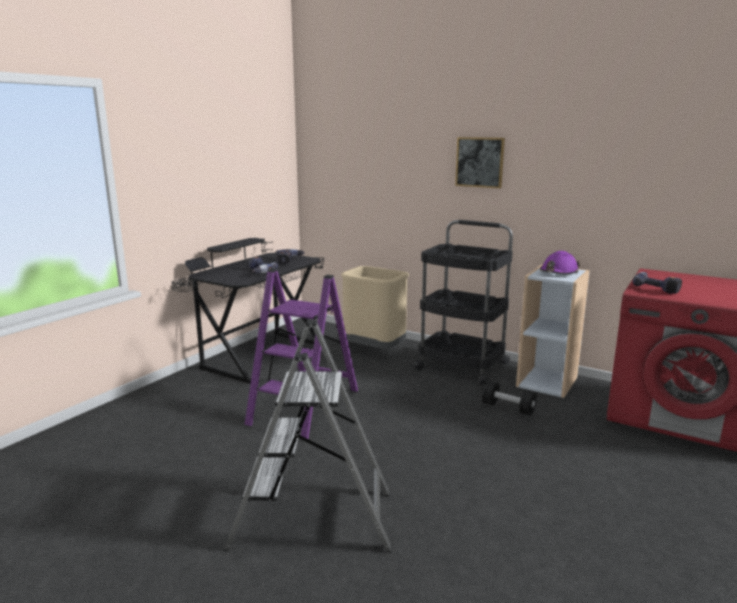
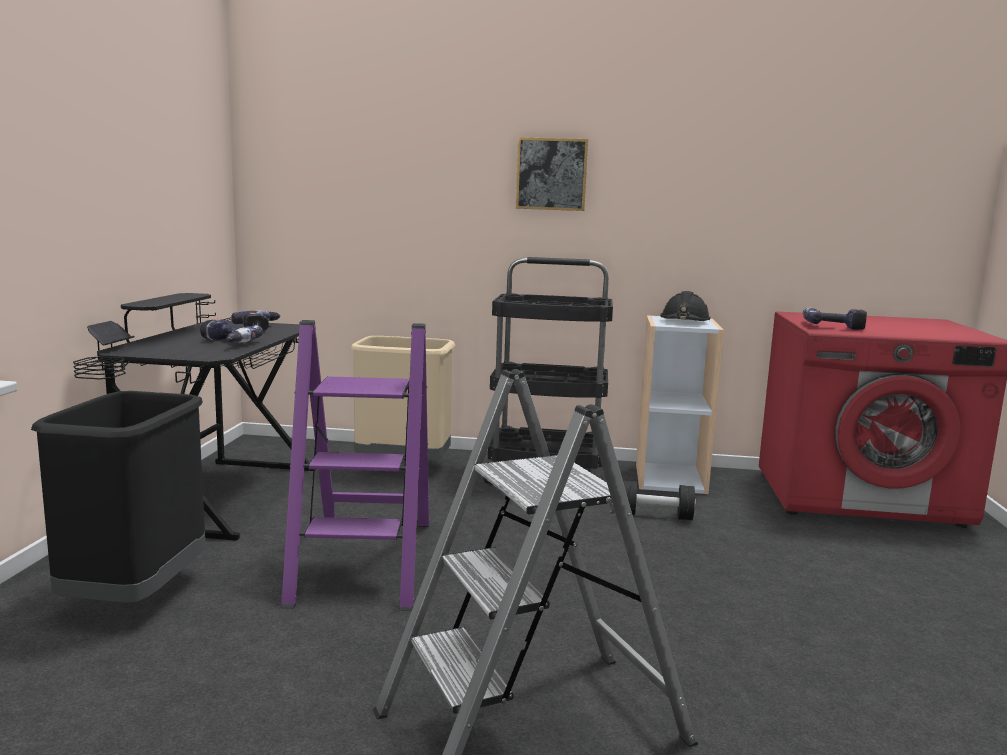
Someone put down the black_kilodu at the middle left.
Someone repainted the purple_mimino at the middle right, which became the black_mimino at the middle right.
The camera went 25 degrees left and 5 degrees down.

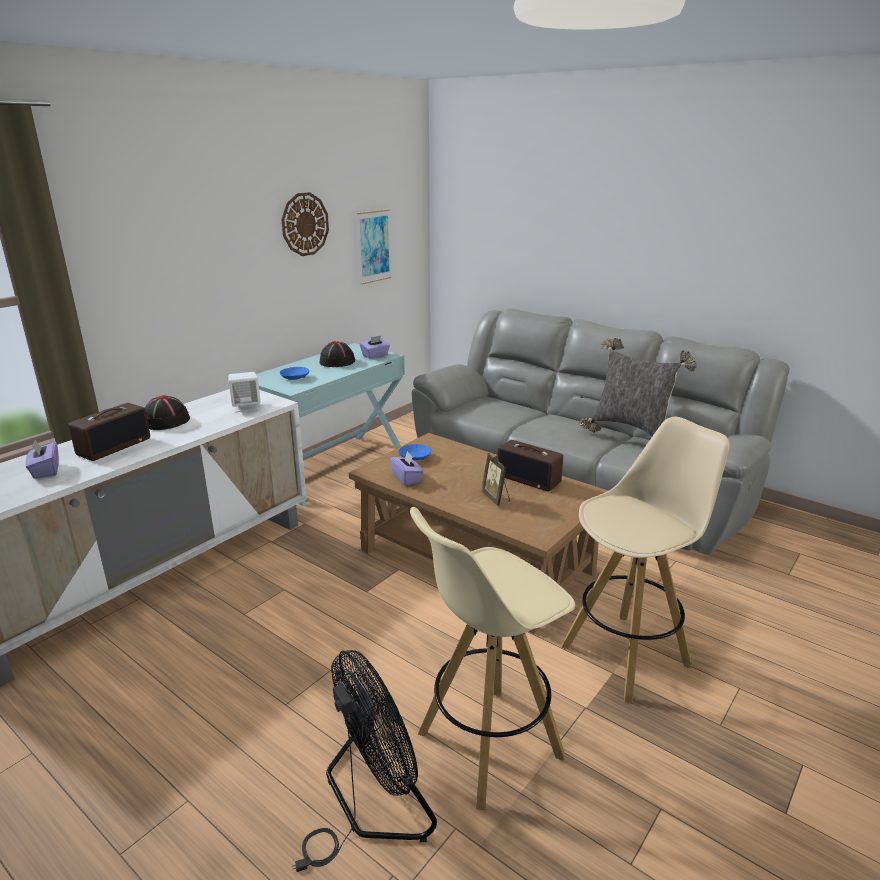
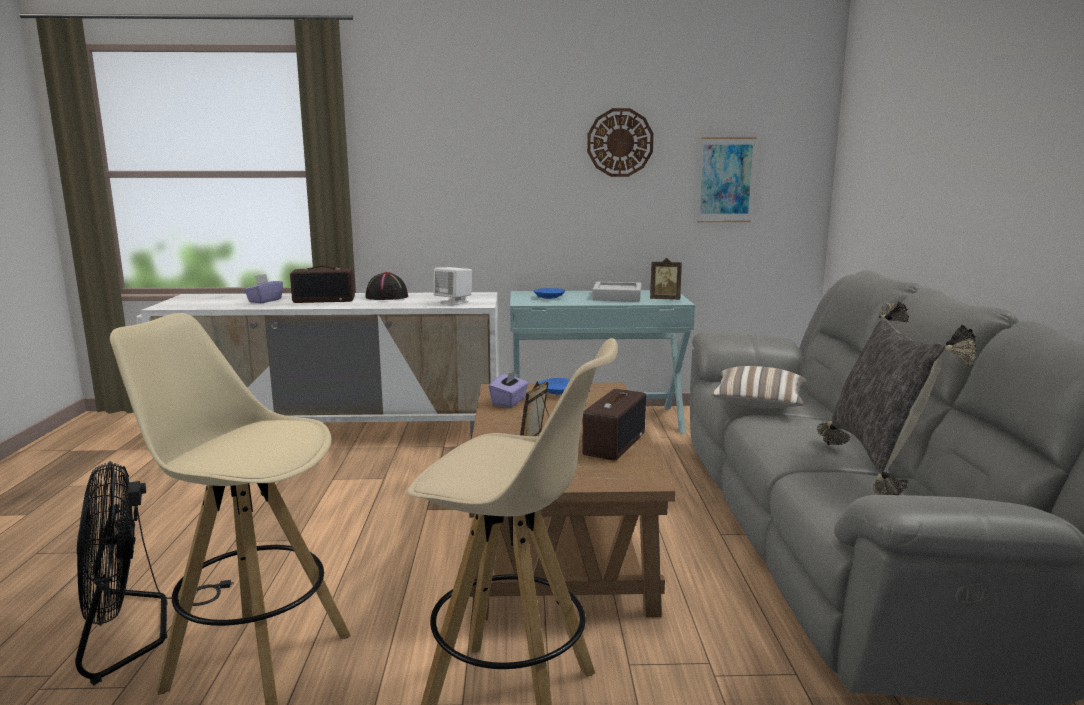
Someone put down the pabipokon (no. 1 from left) at the middle right.
Someone swapped the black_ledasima (no. 2 from left) at the centre for the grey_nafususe at the centre.
Someone swapped the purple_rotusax (no. 2 from left) at the centre for the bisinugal (no. 2 from left) at the centre.
Someone rotated the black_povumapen at the bottom centre by 135 degrees clockwise.
Someone rotated the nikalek (no. 2 from left) at the centre by 150 degrees counterclockwise.
The camera went 50 degrees right and 10 degrees down.

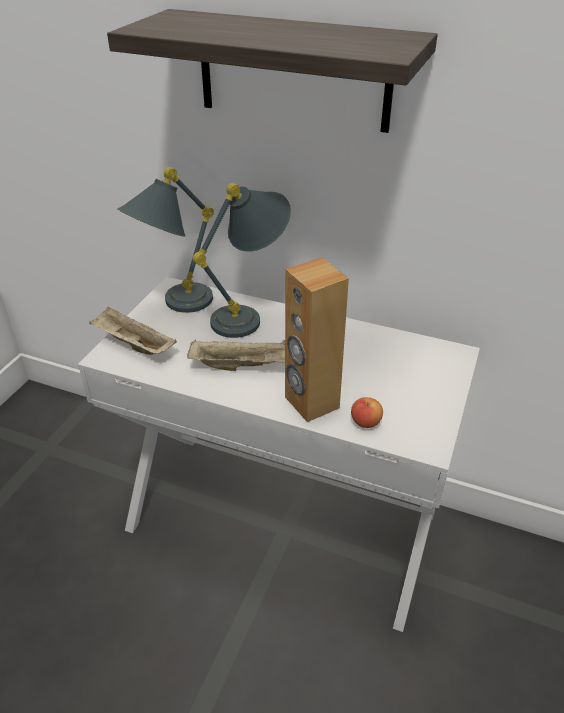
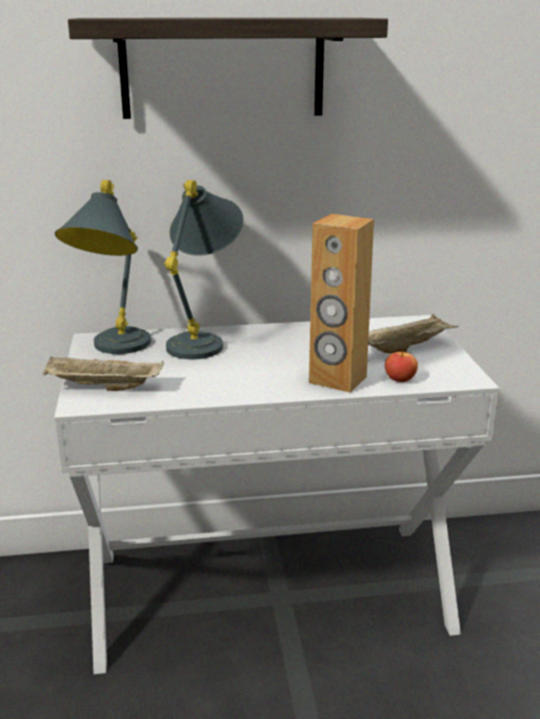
Someone carried the beige_nafususe (no. 2 from left) from the centre to the middle right.
The camera went 30 degrees left and 15 degrees down.

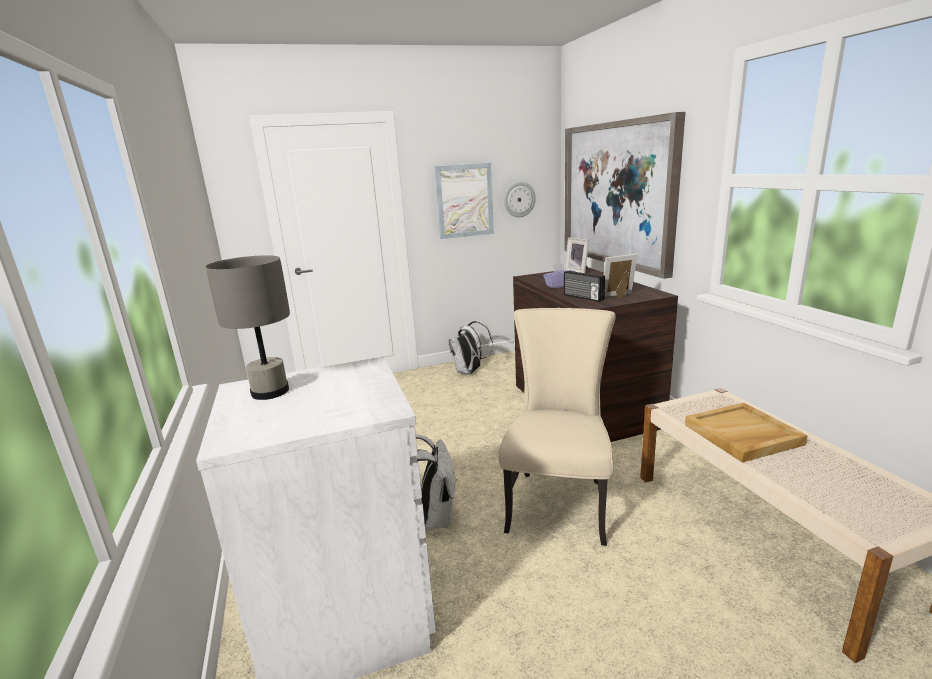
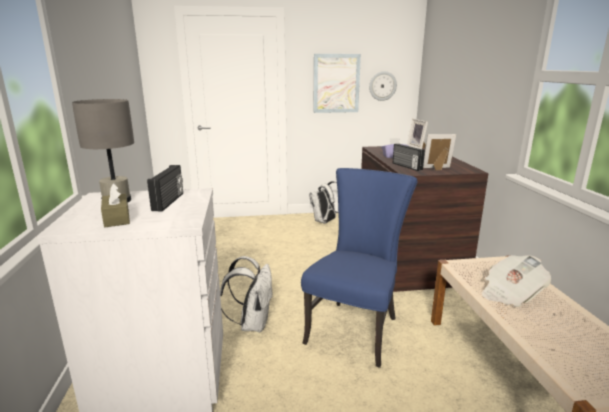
Someone took away the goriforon (no. 2 from left) at the top right.
Someone put down the brown_rotusax at the middle left.
Someone put down the nikalek (no. 1 from left) at the middle left.
Someone swapped the beige_nafususe at the middle right for the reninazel at the bottom right.
Someone repainted the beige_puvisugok at the centre, which became the blue_puvisugok at the centre.
The camera went 10 degrees right and 0 degrees up.

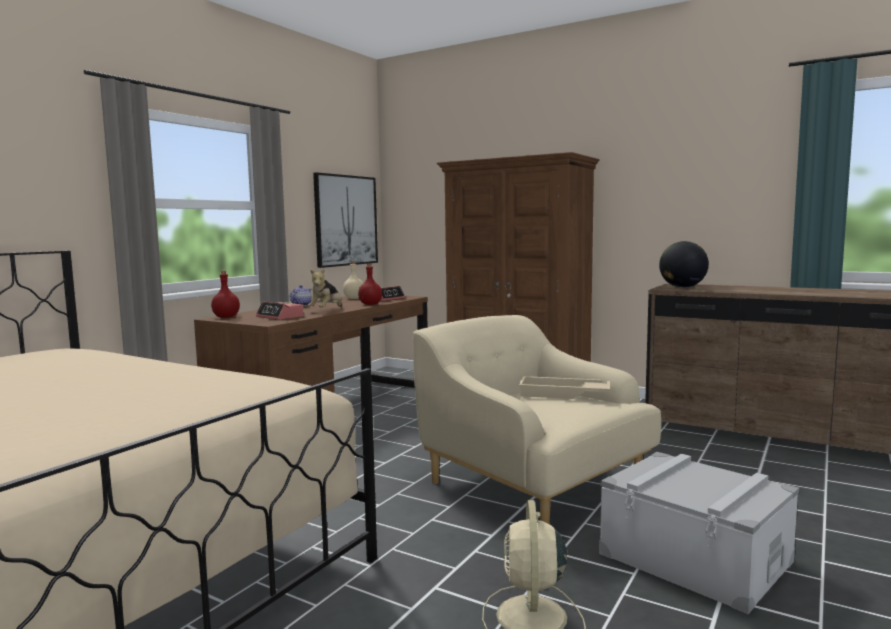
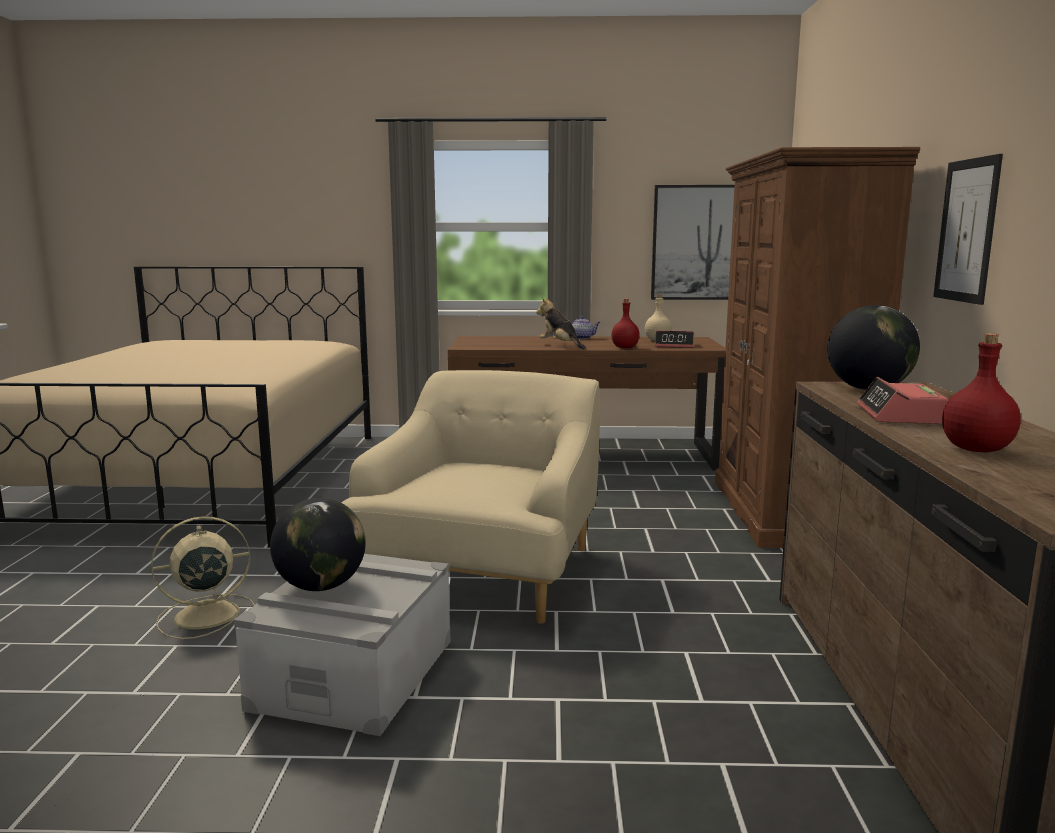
Someone took away the beige_nafususe at the centre.
Someone put down the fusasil (no. 1 from left) at the middle left.
Someone put up the goriforon (no. 2 from left) at the top right.
Someone carried the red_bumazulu (no. 1 from left in the first image) from the middle left to the middle right.
Someone carried the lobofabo (no. 1 from left in the first image) from the middle left to the middle right.
Someone rotated the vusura at the centre by 60 degrees clockwise.
The camera went 60 degrees right and 5 degrees up.

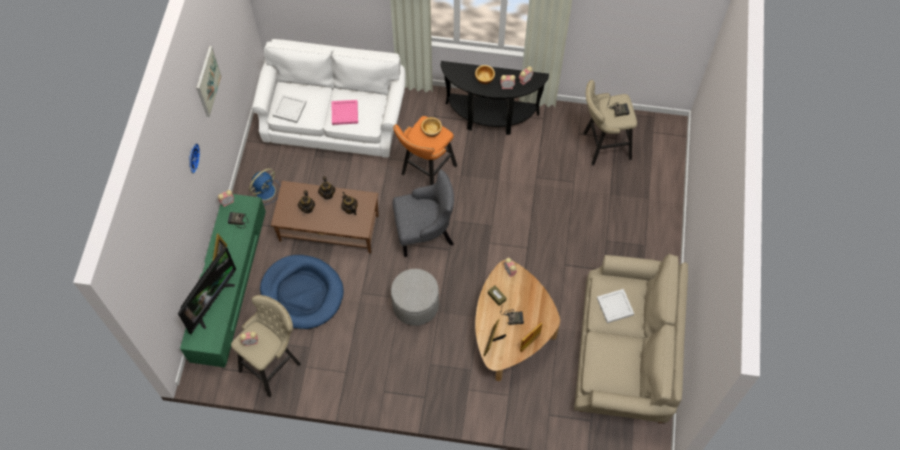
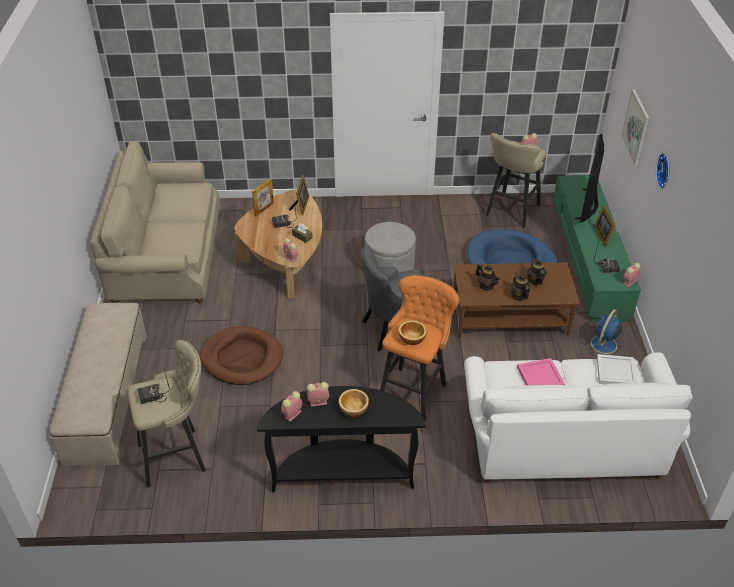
Someone took away the white_nafususe (no. 2 from left) at the bottom right.
Someone put down the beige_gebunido at the middle left.
Someone put down the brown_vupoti at the middle left.
Someone carried the goriforon from the top left to the top right.
The camera went 170 degrees right and 20 degrees down.

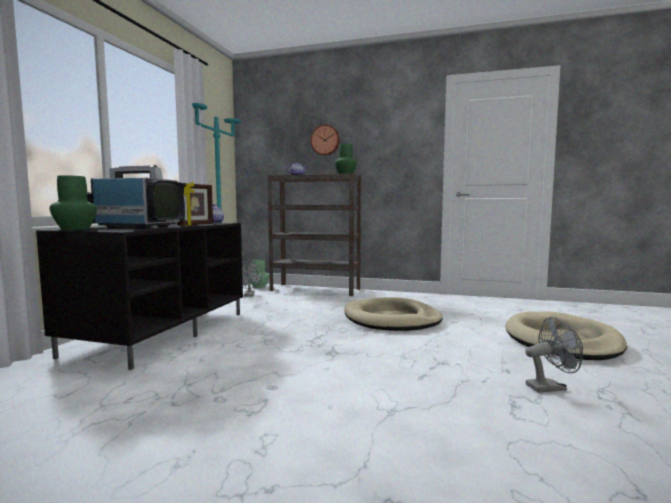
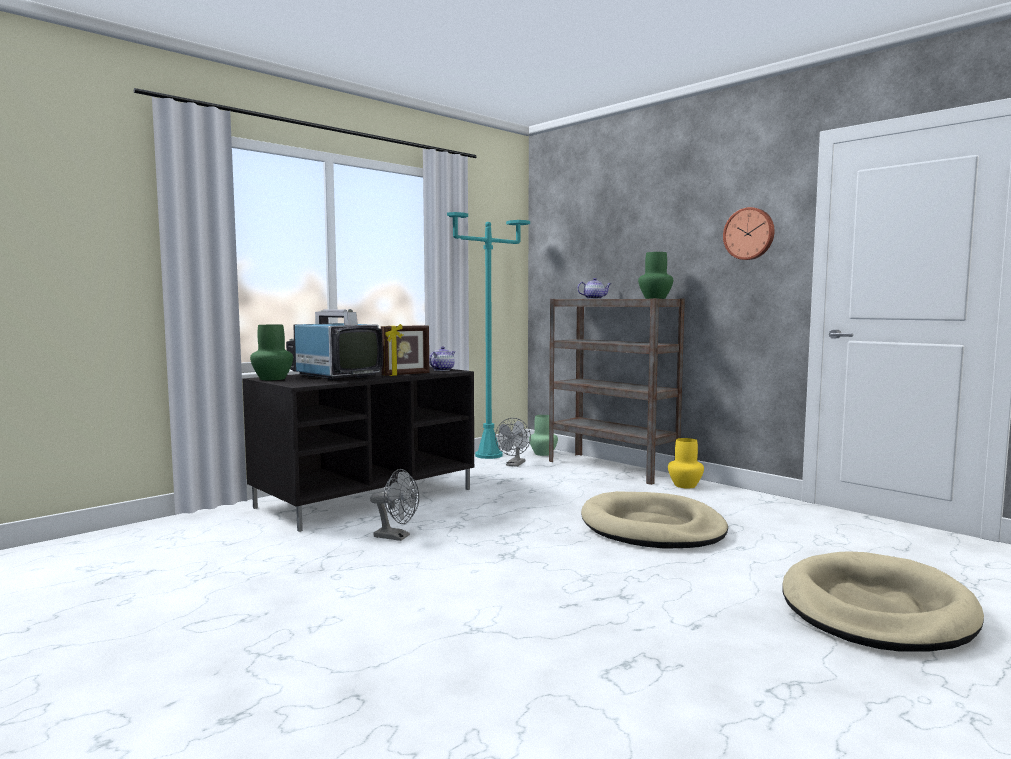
Someone put down the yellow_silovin at the middle right.
Someone carried the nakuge from the top centre to the top right.
Someone carried the grey_povumapen (no. 2 from left in the first image) from the bottom right to the centre.
The camera went 30 degrees right and 0 degrees up.

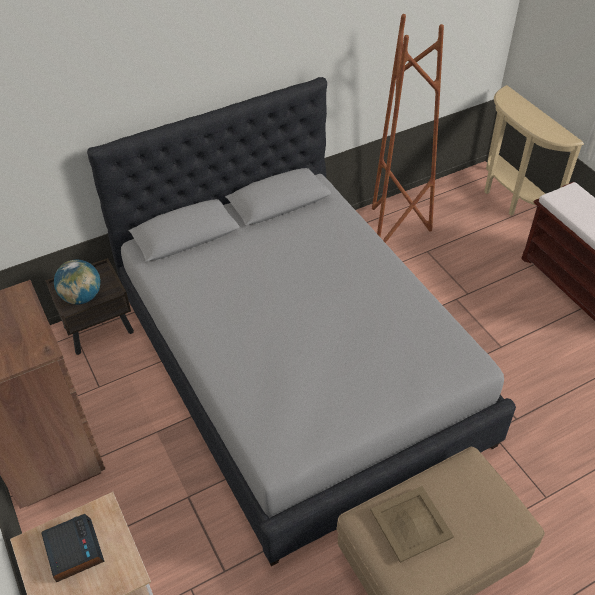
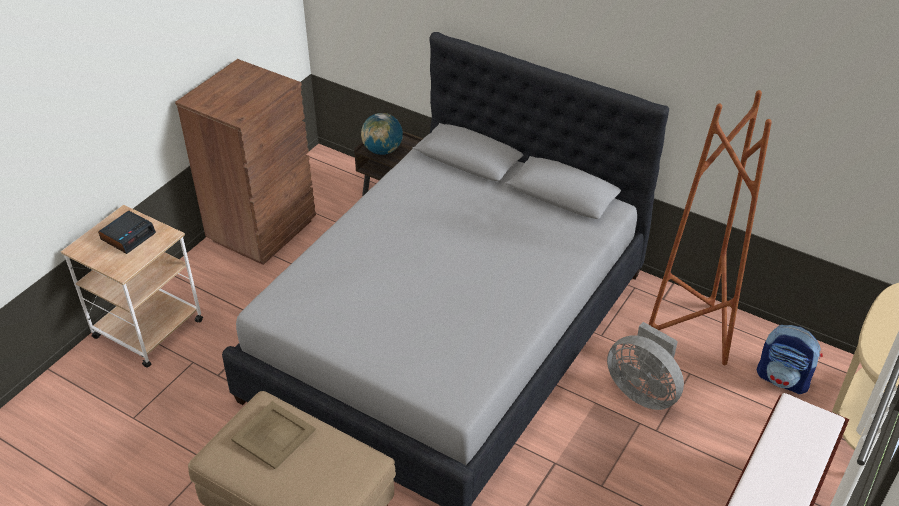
Someone put down the grey_povumapen at the bottom right.
Someone put down the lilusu at the bottom right.
The camera went 60 degrees right and 5 degrees down.

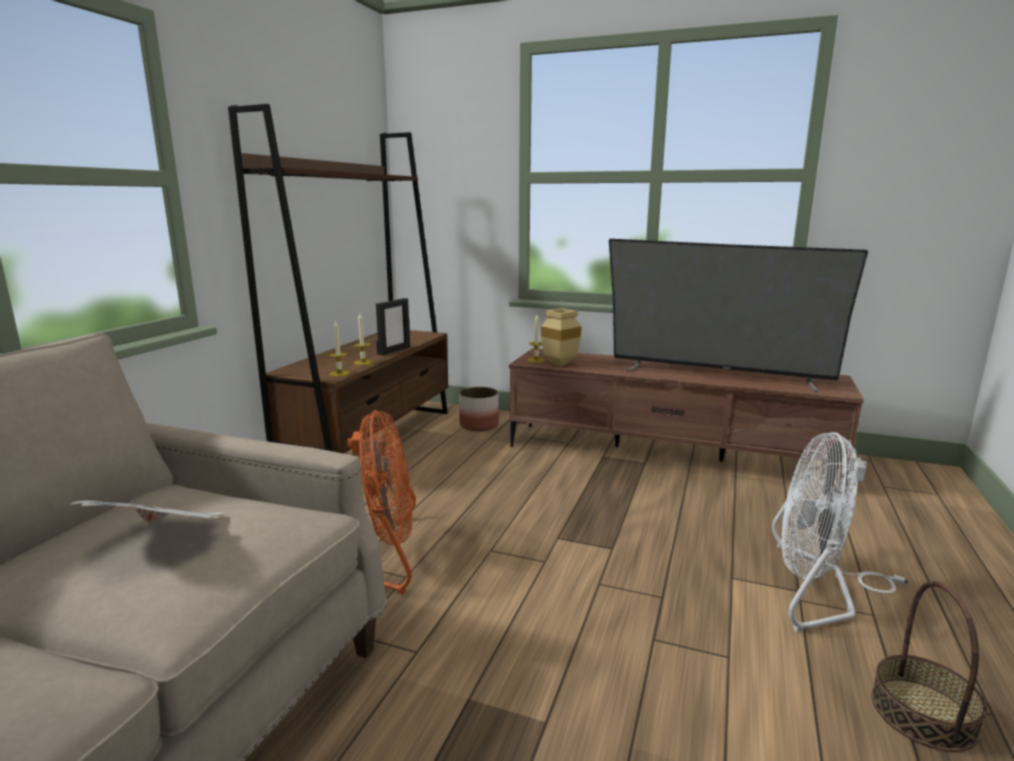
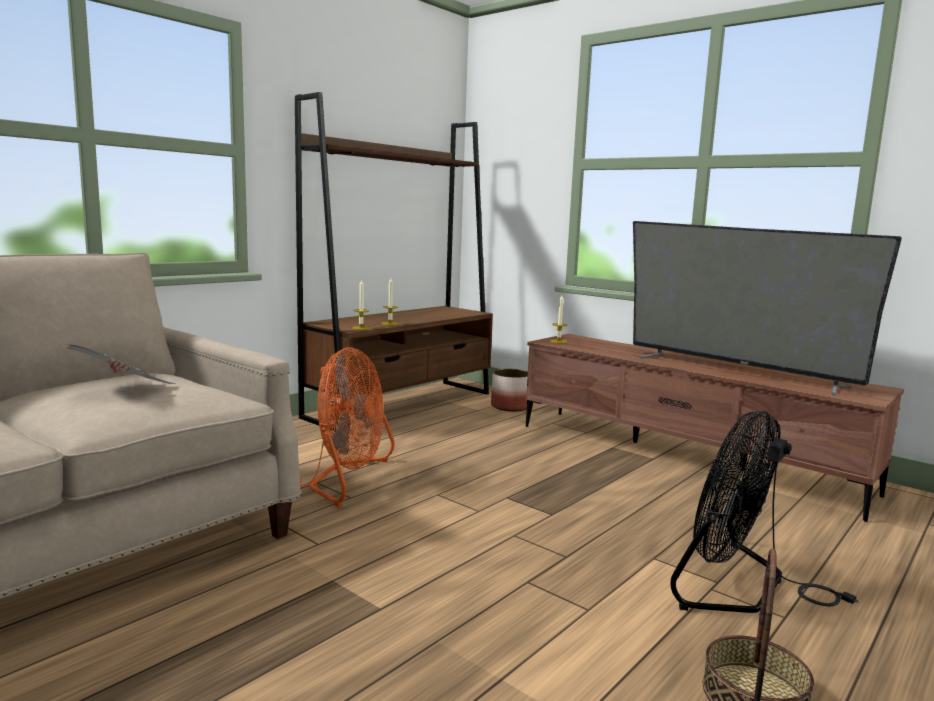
Someone took away the bisinugal at the centre.
Someone took away the beige_silovin at the centre.
Someone repainted the white_povumapen at the bottom right, which became the black_povumapen at the bottom right.
The camera went 20 degrees right and 5 degrees down.

